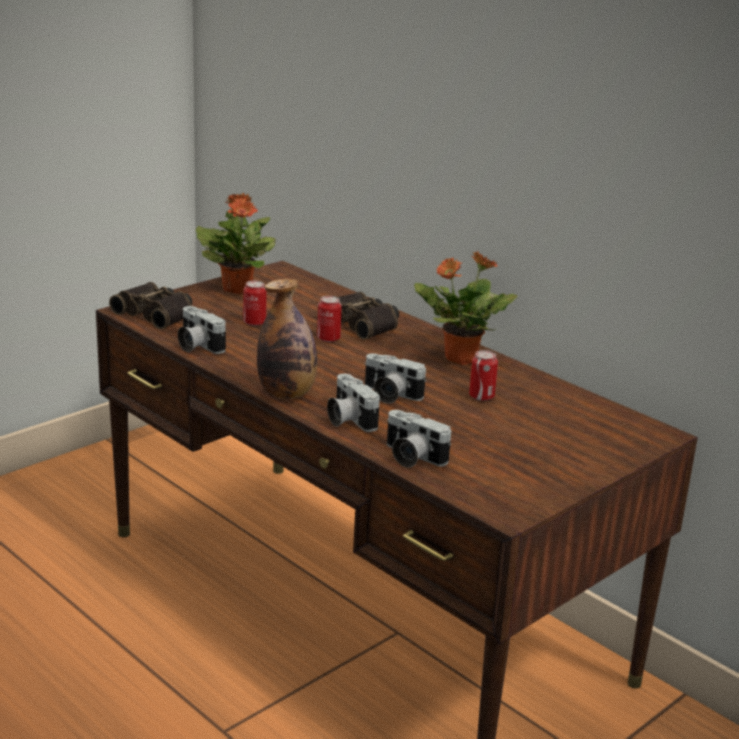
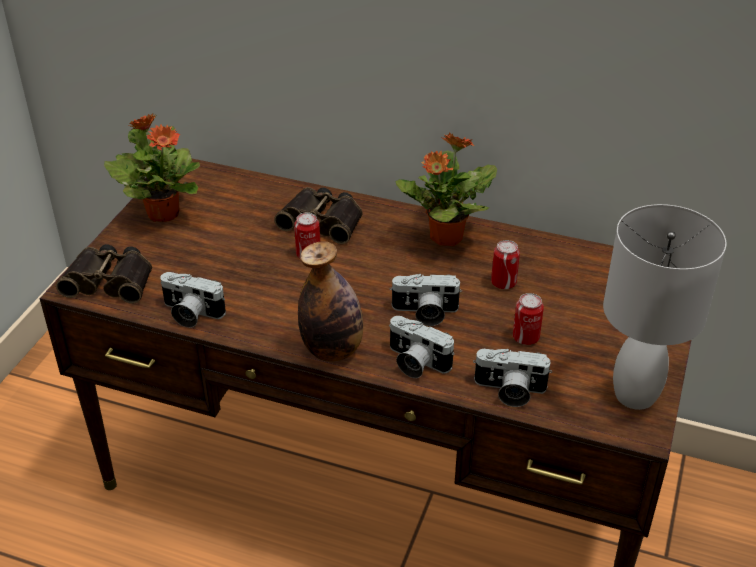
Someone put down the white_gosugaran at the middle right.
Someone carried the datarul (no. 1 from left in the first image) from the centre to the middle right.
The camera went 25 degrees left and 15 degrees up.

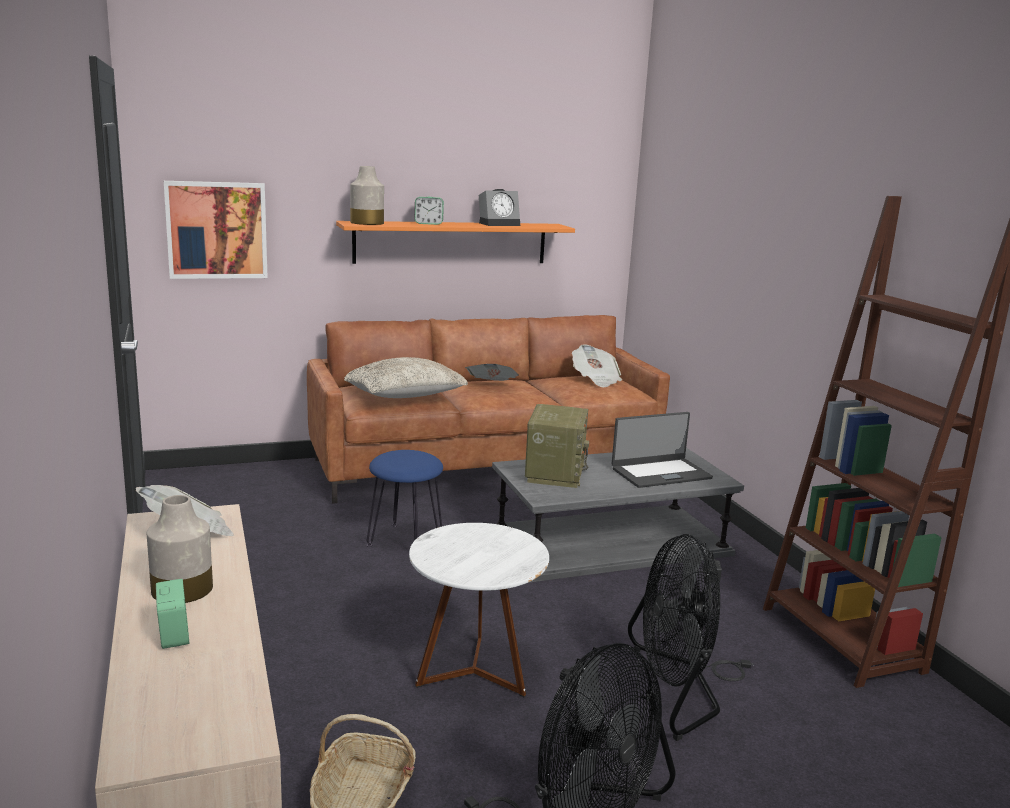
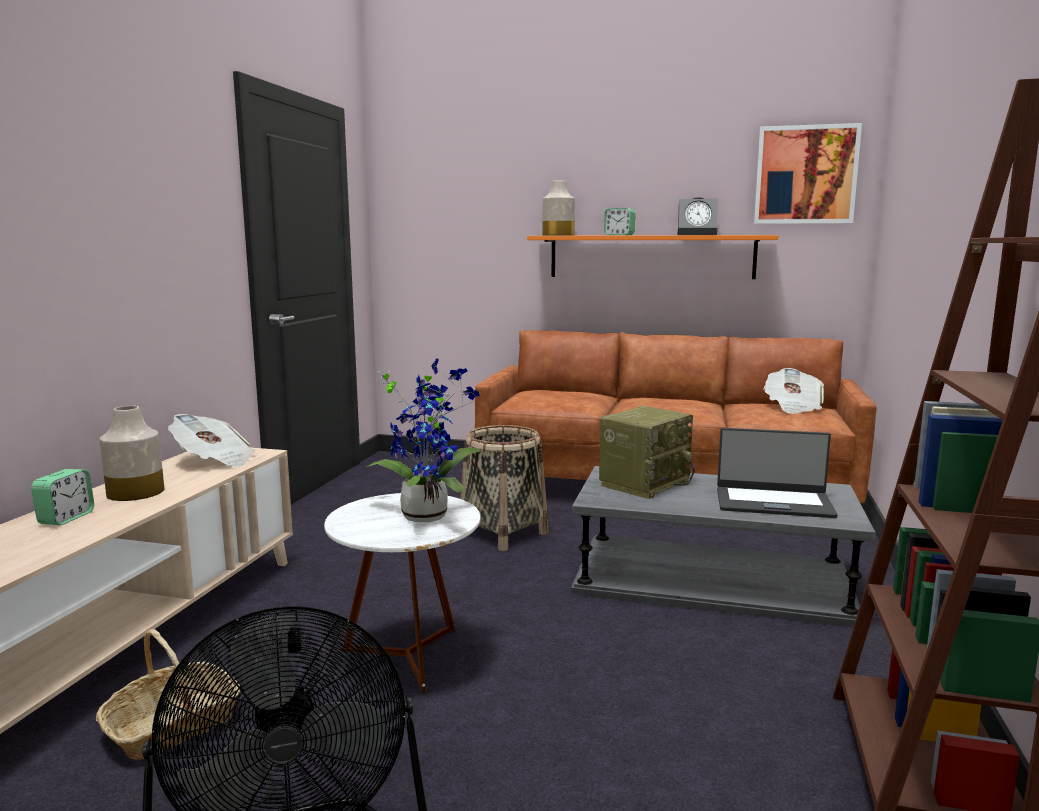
Someone took away the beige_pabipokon at the centre.
Someone took away the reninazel (no. 2 from left) at the centre.
Someone took away the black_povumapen (no. 2 from left) at the bottom right.
Someone put down the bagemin at the centre.
Someone carried the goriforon from the top left to the top right.
Someone swapped the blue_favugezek at the centre for the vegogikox (no. 2 from left) at the centre.
The camera went 35 degrees right and 5 degrees down.

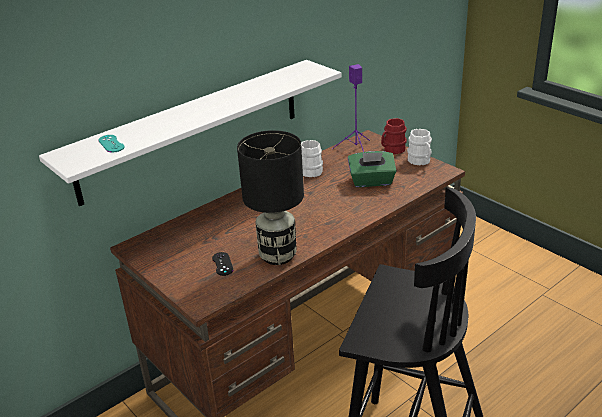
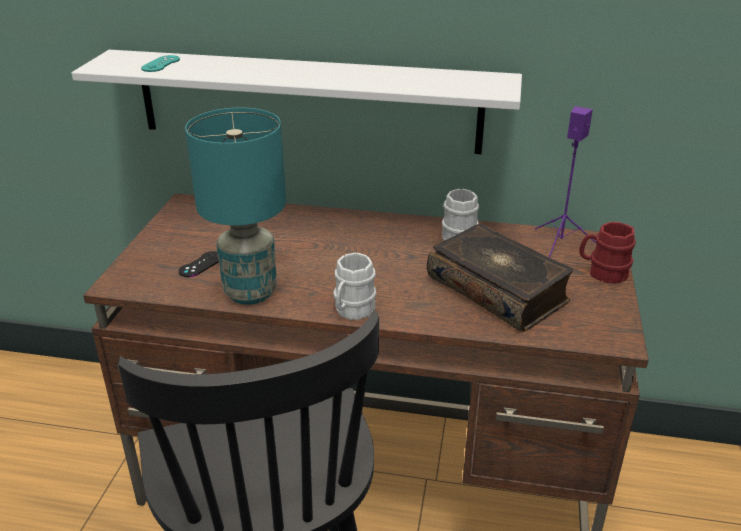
Someone carried the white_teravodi (no. 2 from left in the first image) from the middle right to the centre.
Someone swapped the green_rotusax at the centre for the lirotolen at the middle right.
Someone repainted the black_gosugaran at the centre, which became the turquoise_gosugaran at the middle left.
The camera went 50 degrees right and 0 degrees up.

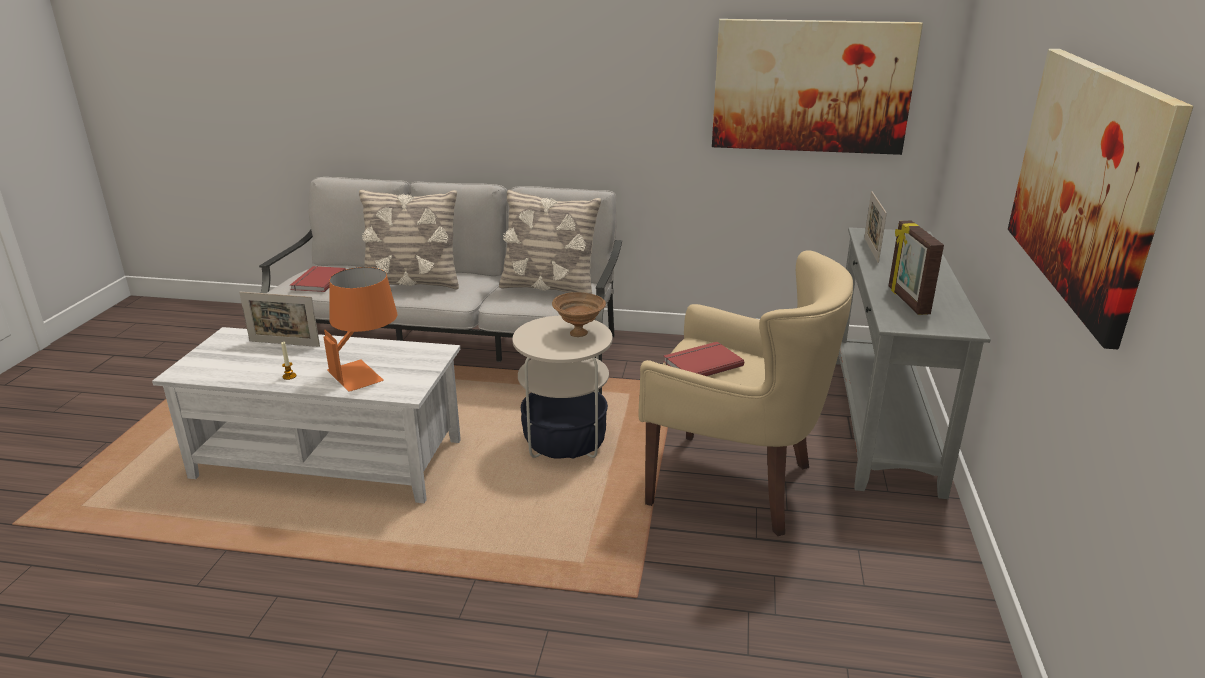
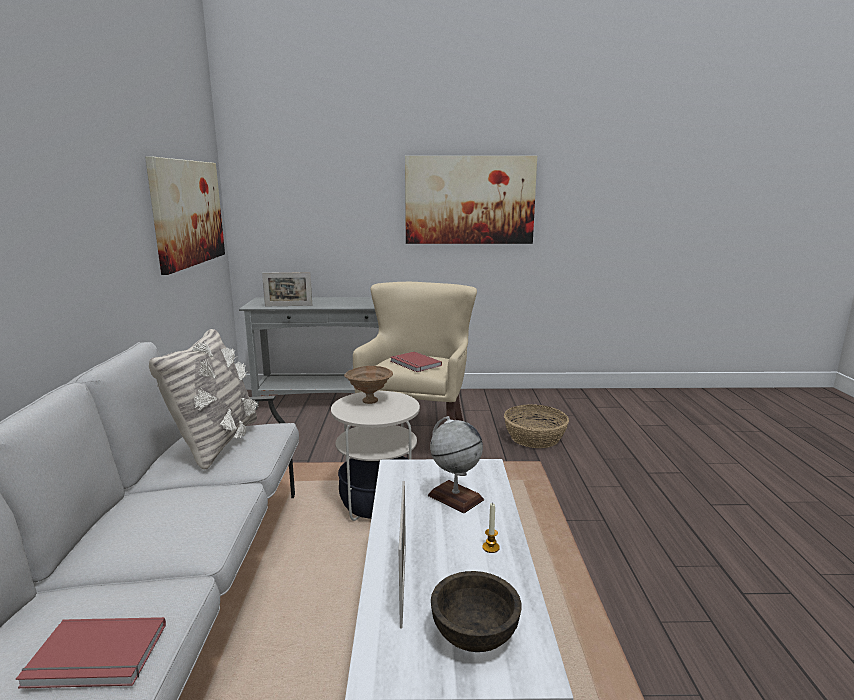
Someone took away the beige_pabipokon (no. 1 from left) at the centre.
Someone took away the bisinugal (no. 3 from left) at the middle right.
Someone put down the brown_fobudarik (no. 2 from left) at the bottom centre.
Someone put down the vegogikox at the centre.
Someone swapped the orange_gosugaran at the middle left for the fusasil at the centre.
The camera went 100 degrees left and 10 degrees down.

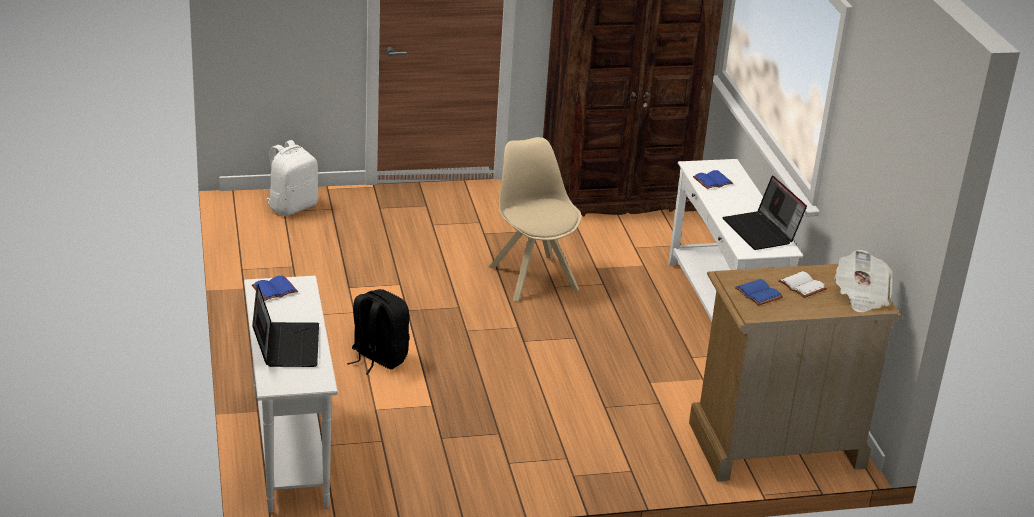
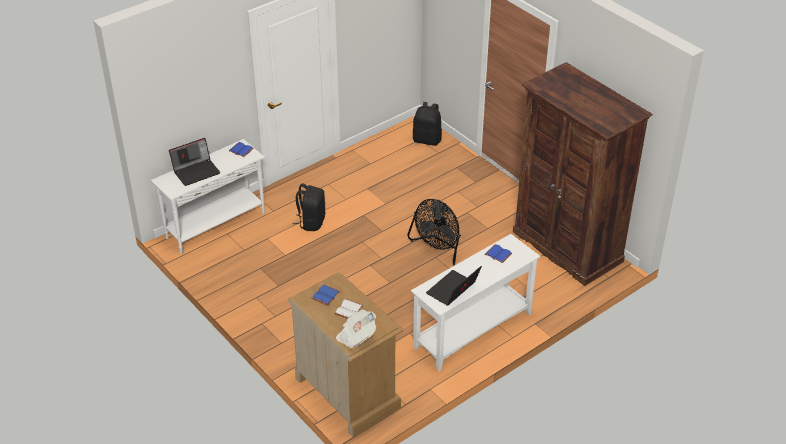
Someone swapped the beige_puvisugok at the centre for the black_povumapen at the centre.
Someone repainted the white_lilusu at the middle left, which became the black_lilusu (no. 2 from left) at the top centre.
The camera went 65 degrees right and 10 degrees up.

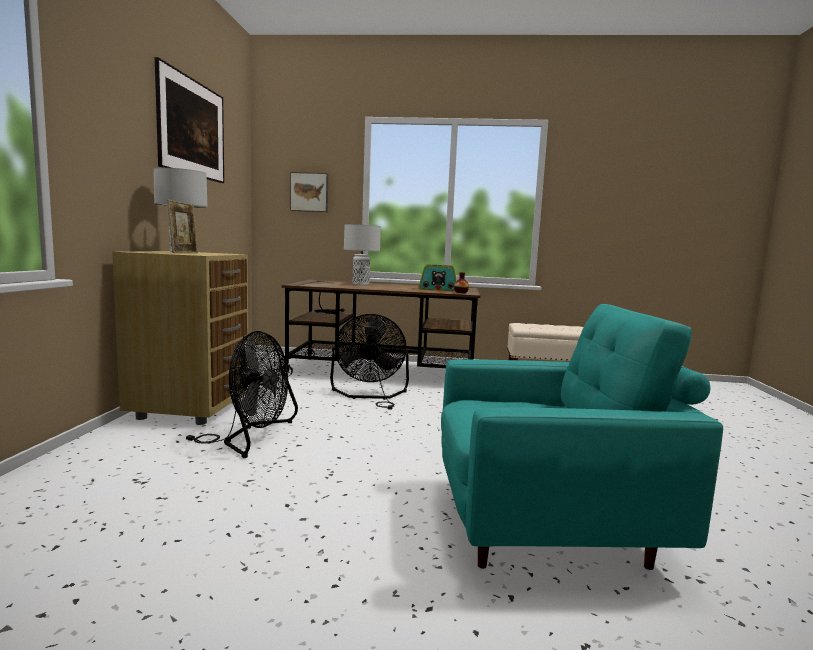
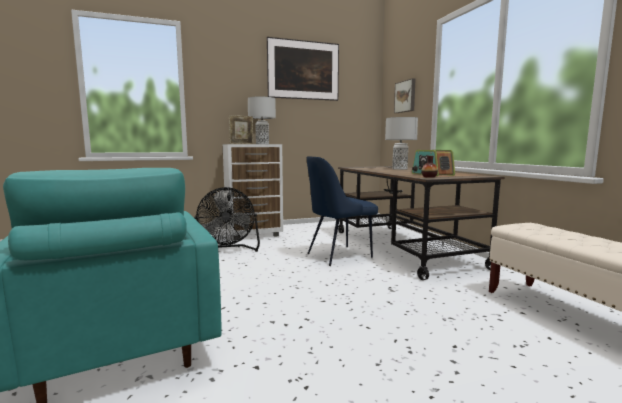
Someone swapped the black_povumapen (no. 2 from left) at the centre for the blue_puvisugok at the centre.
Someone repainted the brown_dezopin at the middle left, which became the white_dezopin at the centre.
The camera went 65 degrees right and 0 degrees up.

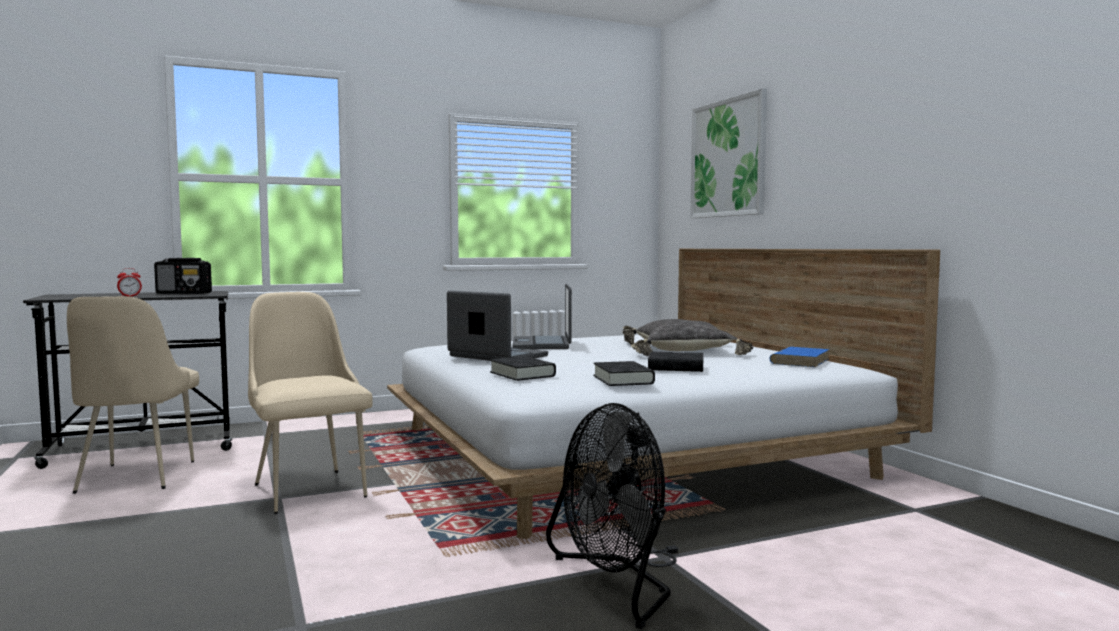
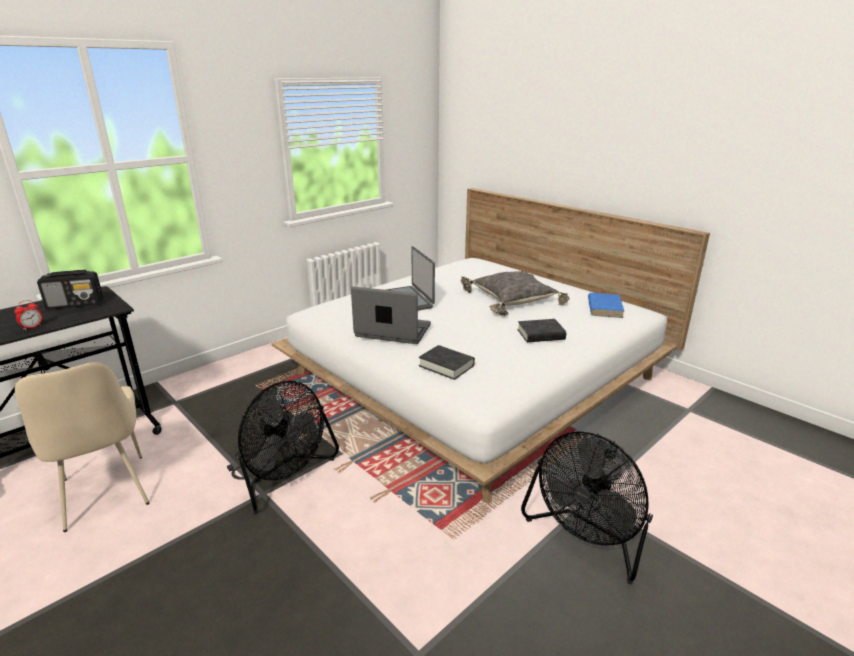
Someone took away the black_lirotolen (no. 2 from left) at the centre.
Someone took away the goriforon at the top centre.
Someone swapped the beige_puvisugok (no. 2 from left) at the middle left for the black_povumapen (no. 1 from left) at the bottom left.
The camera went 20 degrees left and 20 degrees up.

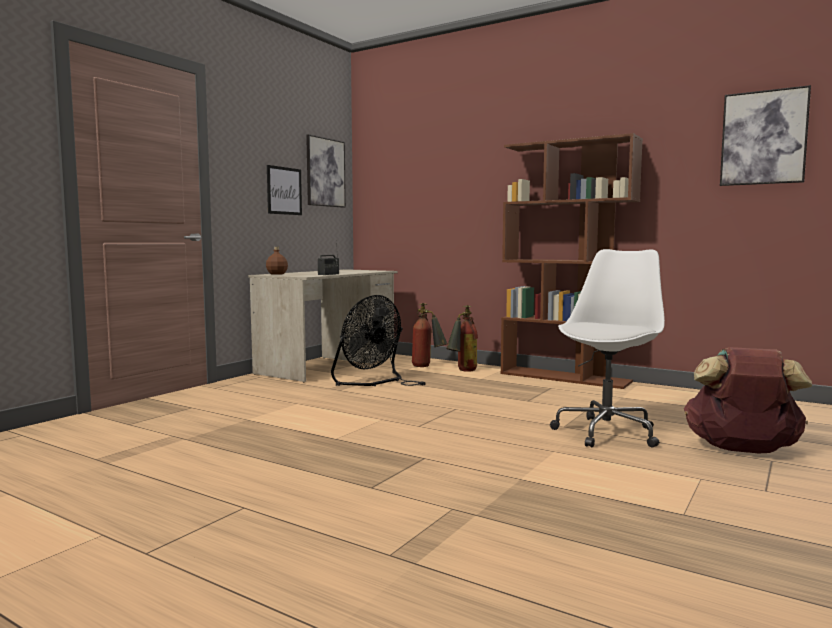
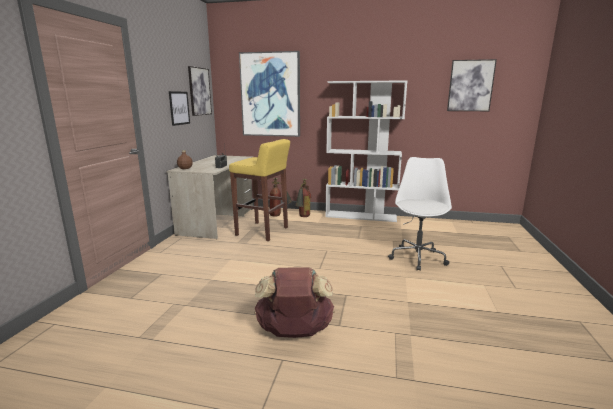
Someone put up the goriforon (no. 3 from left) at the top centre.
Someone carried the brown_lilusu from the middle right to the bottom centre.
Someone swapped the black_povumapen at the centre for the yellow_favugezek at the centre.
Someone repainted the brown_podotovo at the middle right, which became the white_podotovo at the centre.
The camera went 20 degrees left and 10 degrees up.

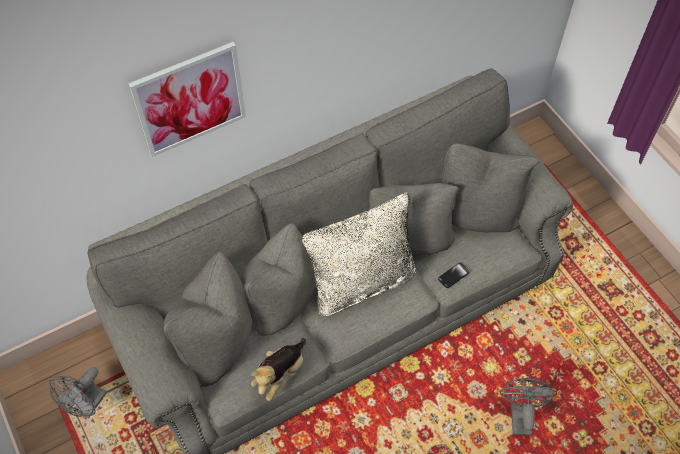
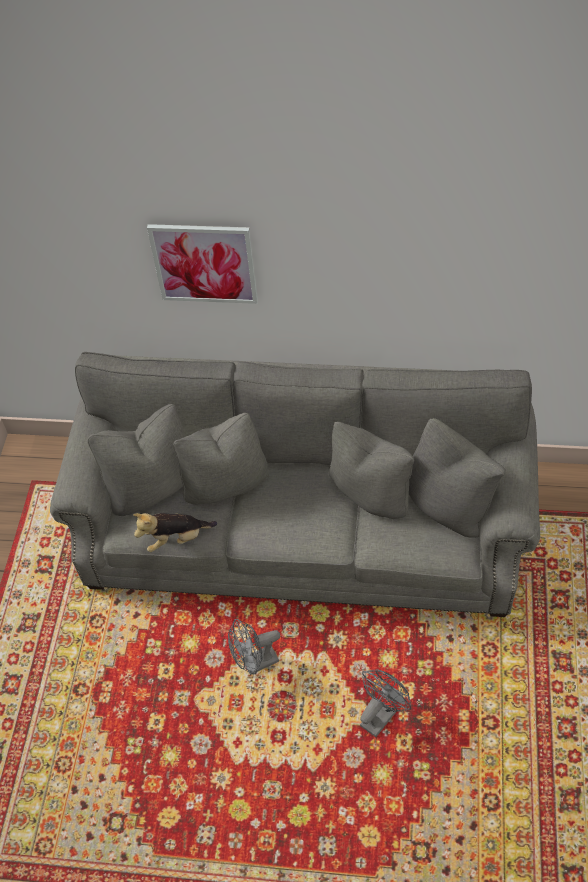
Someone took away the beige_pabipokon at the centre.
Someone took away the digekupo at the centre.
Someone carried the grey_povumapen (no. 1 from left) from the bottom left to the bottom centre.
The camera went 40 degrees right and 5 degrees down.

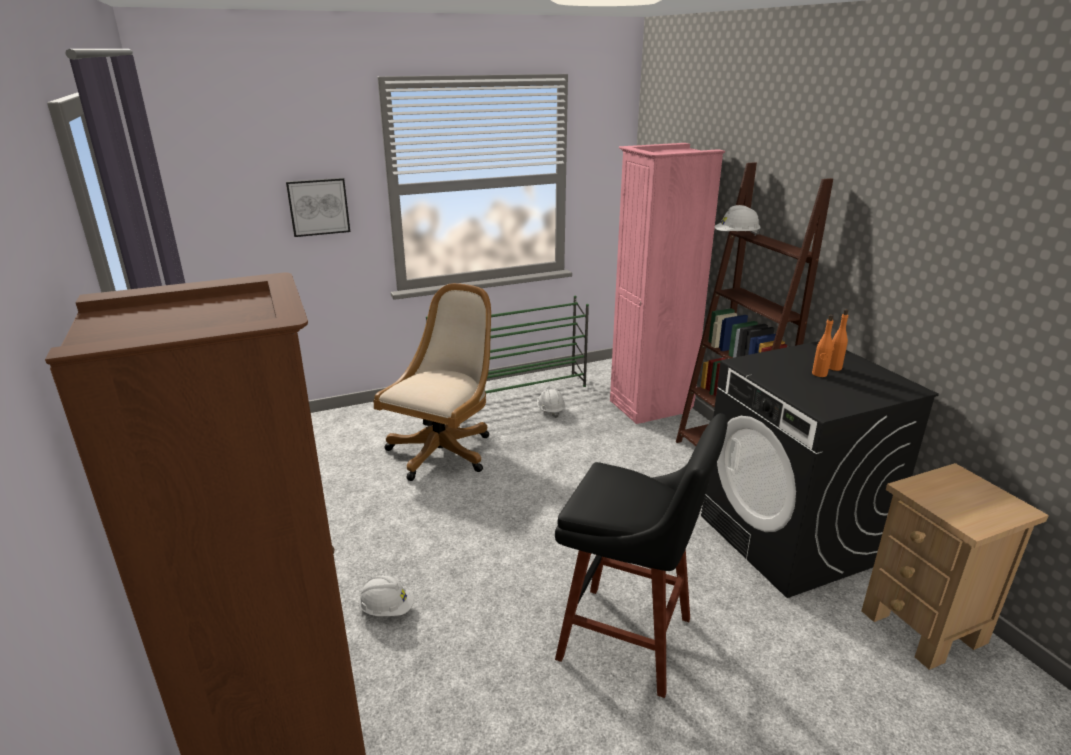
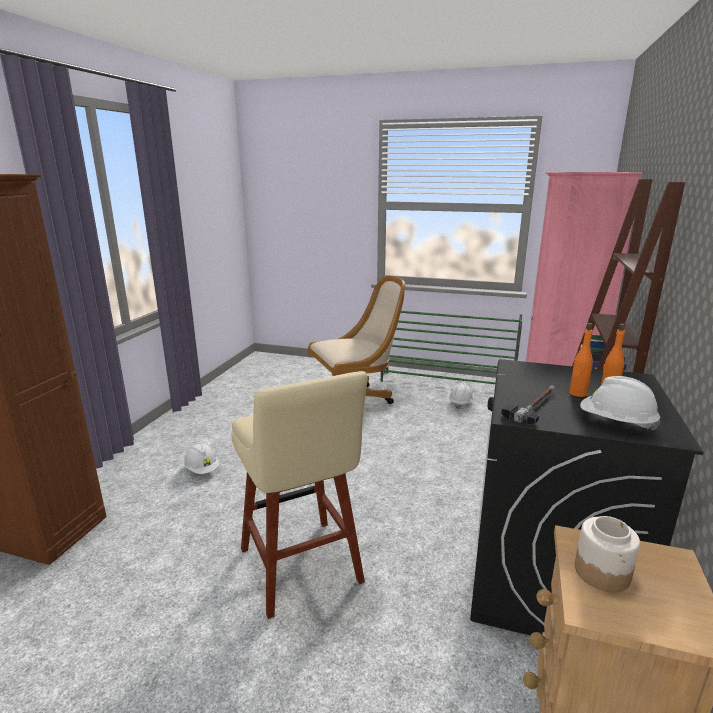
Someone took away the goriforon at the top left.
Someone put down the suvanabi at the middle right.
Someone put down the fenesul at the bottom right.
Someone carried the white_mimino (no. 3 from left) from the top right to the middle right.
Someone repainted the black_favugezek at the bottom centre, which became the beige_favugezek at the bottom centre.
The camera went 40 degrees right and 5 degrees down.

